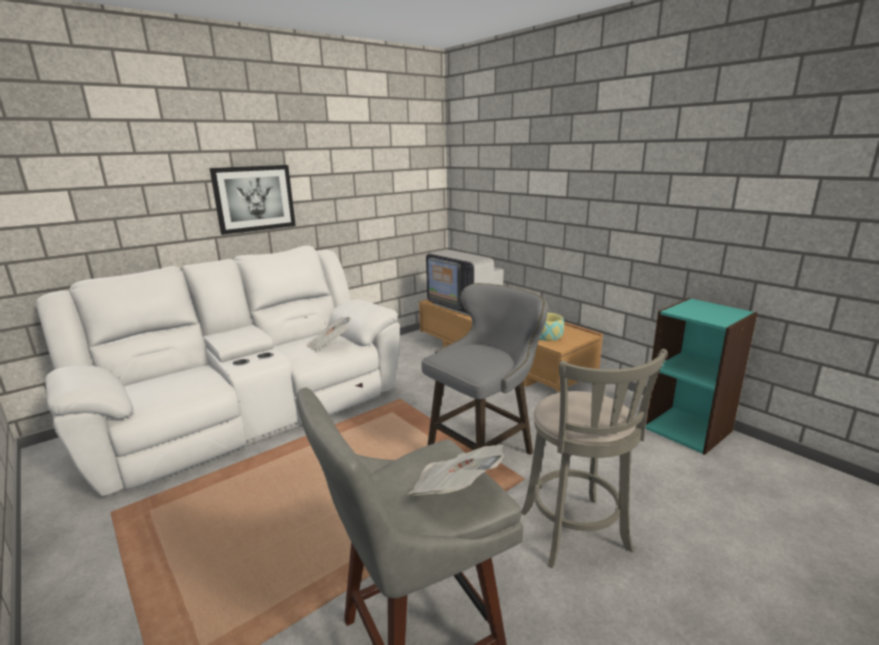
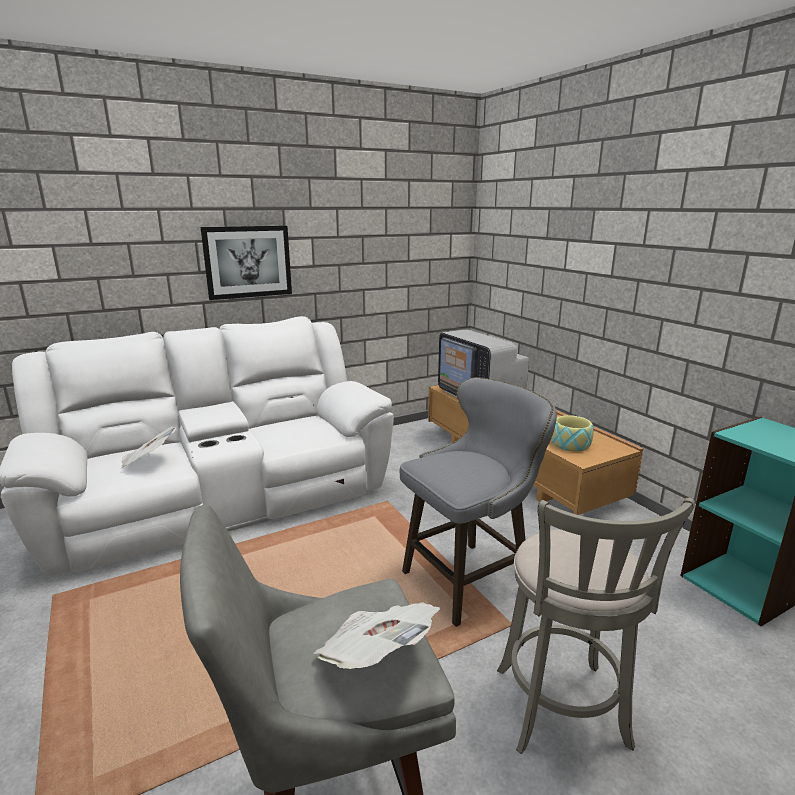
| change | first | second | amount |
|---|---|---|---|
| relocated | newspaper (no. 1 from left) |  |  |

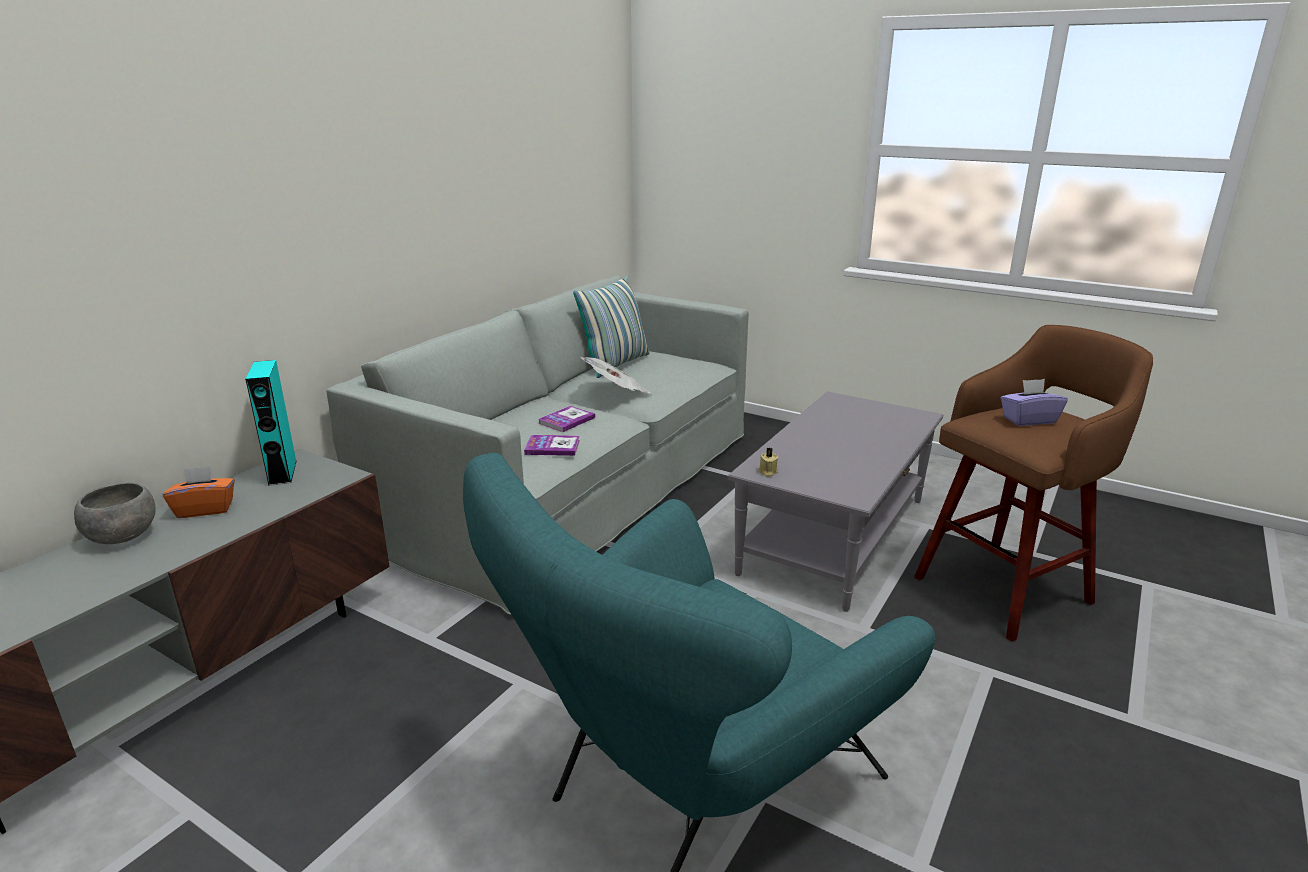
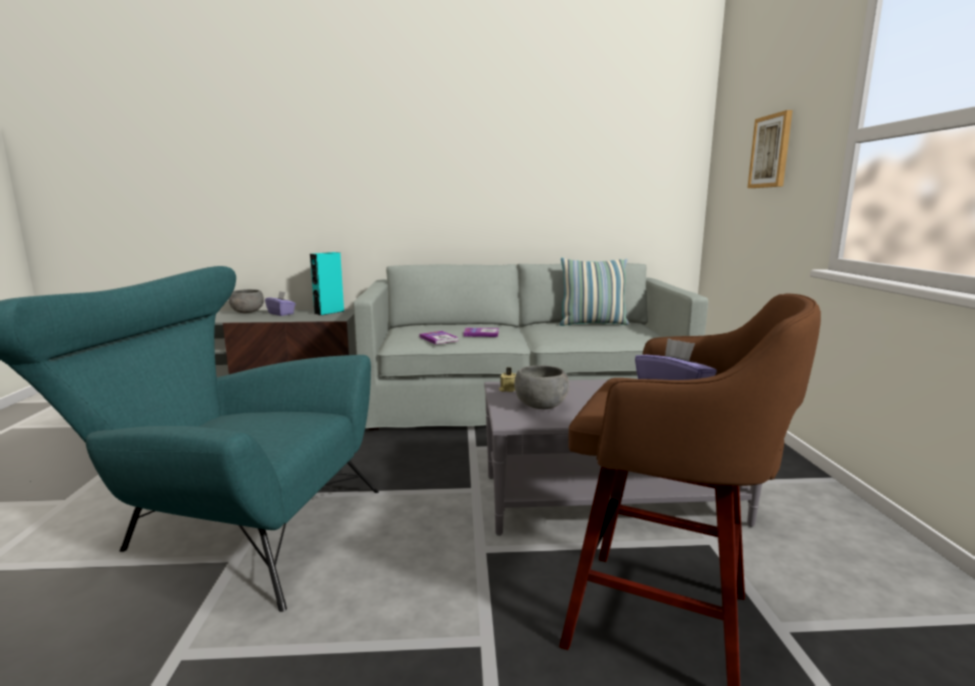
| change | first | second | amount |
|---|---|---|---|
| colour | tissue box/orange-coloured | tissue box/purple-coloured (no. 1 from left) |  |
| appeared |  | deep dish/gray (no. 2 from left) |  |
| appeared |  | wall picture |  |
| missing | newspaper |  |  |

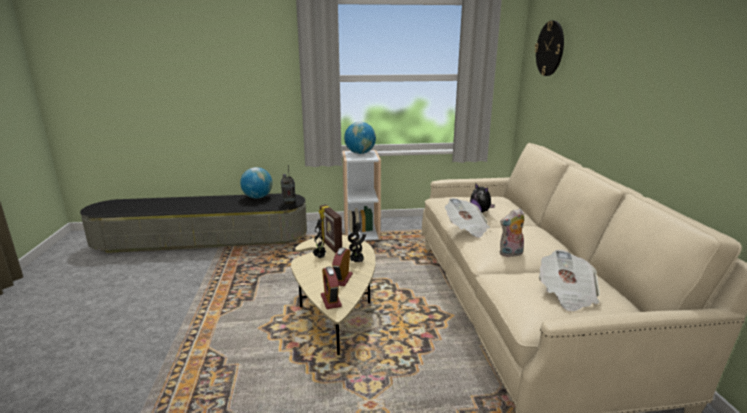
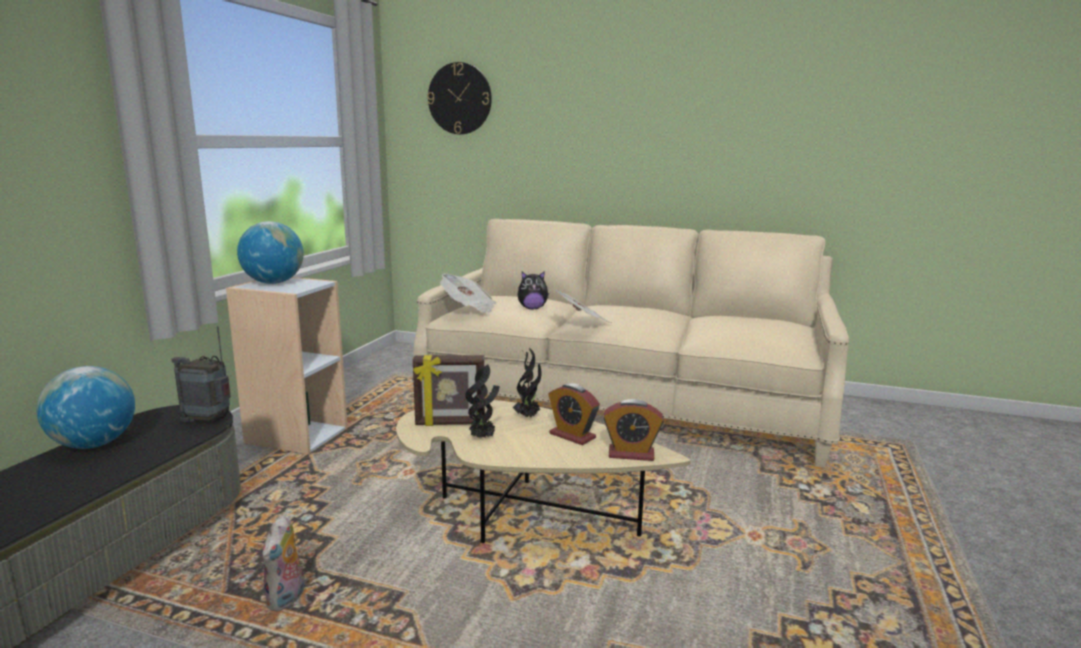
| change | first | second | amount |
|---|---|---|---|
| relocated | plush toy (no. 2 from left in the first image) | plush toy (no. 1 from left) |  |
| relocated | newspaper (no. 2 from left in the first image) | newspaper (no. 1 from left) |  |

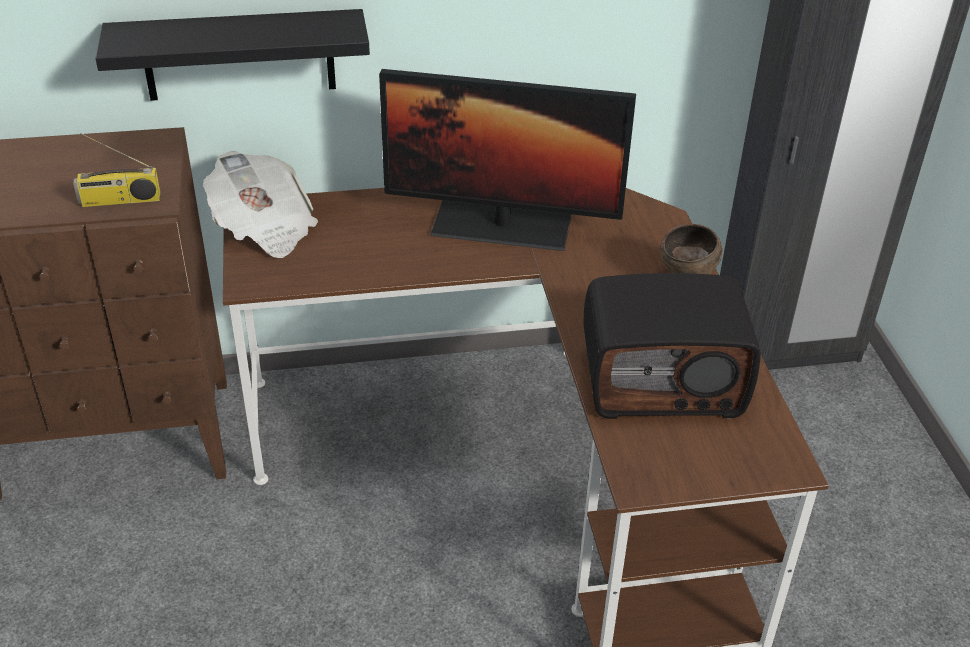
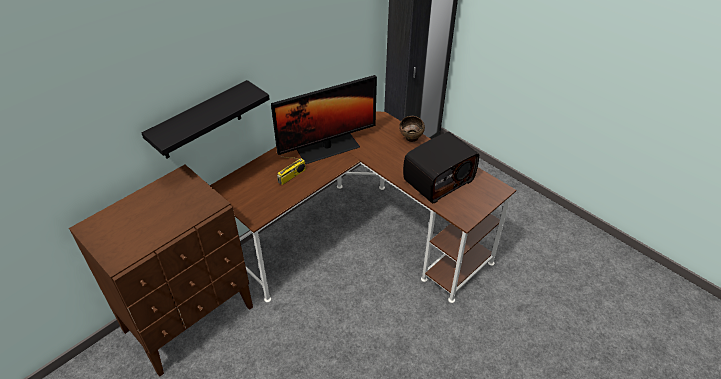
| change | first | second | amount |
|---|---|---|---|
| relocated | radio (no. 1 from left) |  |  |
| missing | newspaper |  |  |

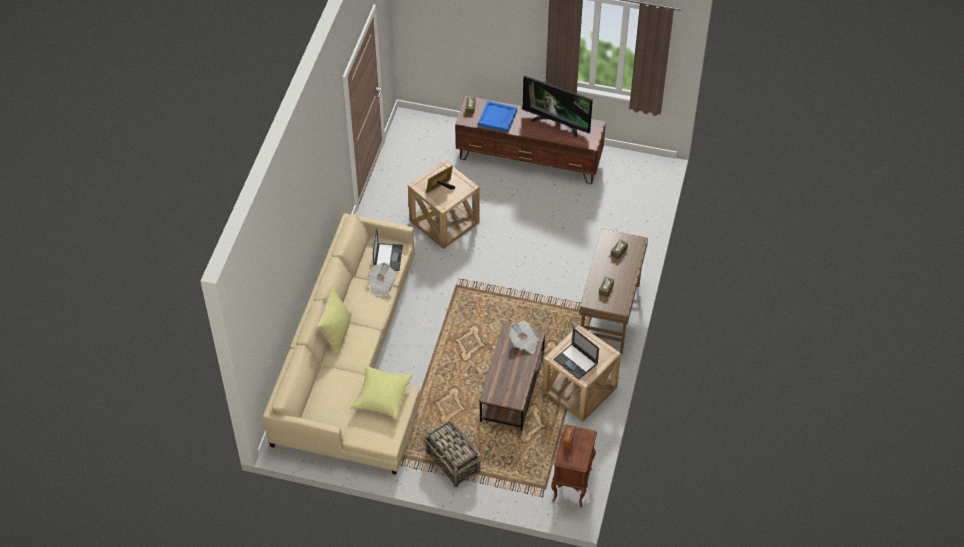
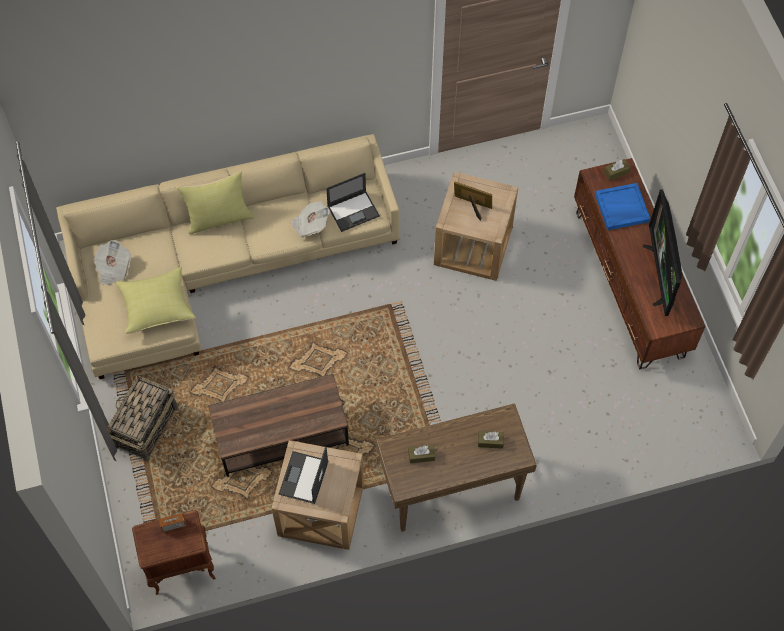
| change | first | second | amount |
|---|---|---|---|
| relocated | newspaper (no. 2 from left in the first image) | newspaper (no. 1 from left) |  |

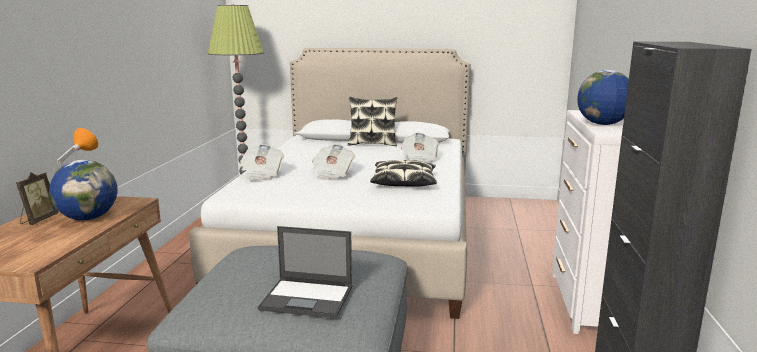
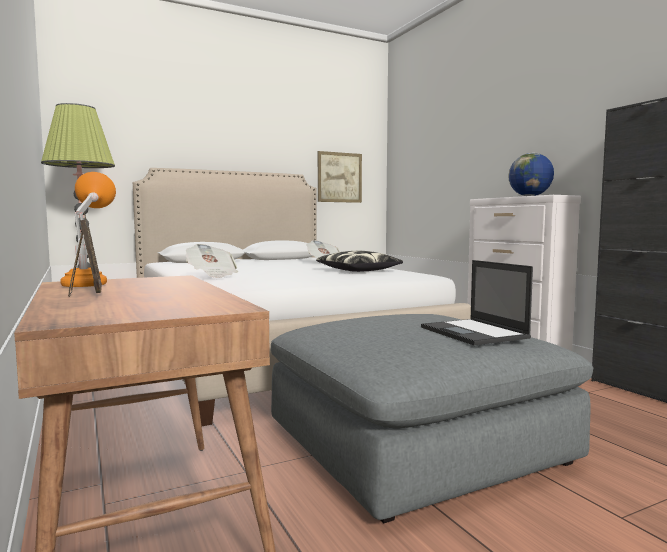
| change | first | second | amount |
|---|---|---|---|
| appeared |  | wall picture |  |
| spun | notebook computer |  | 90 degrees clockwise |
| missing | desk globe (no. 1 from left) |  |  |
| missing | newspaper (no. 2 from left) |  |  |
| missing | pillow (no. 1 from left) |  |  |

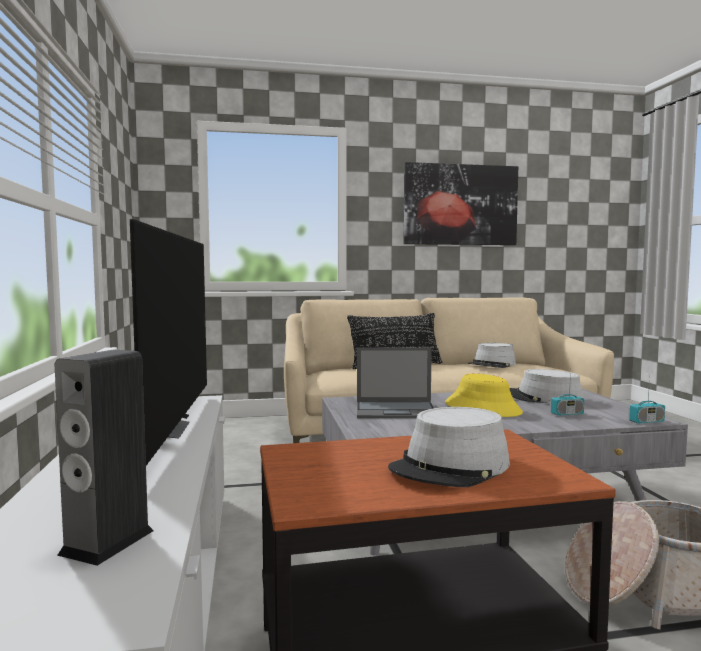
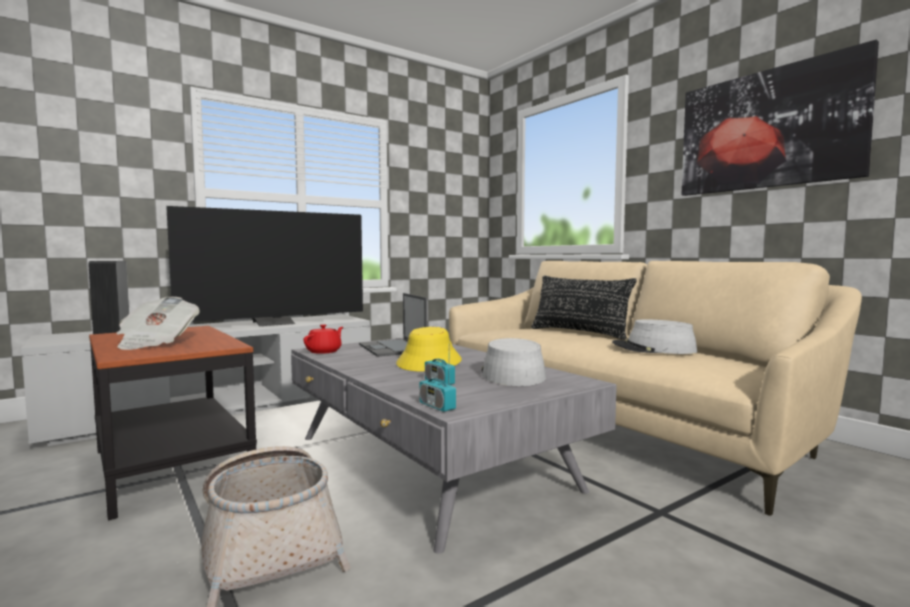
| change | first | second | amount |
|---|---|---|---|
| exchanged | clothing hat/gray (no. 1 from left) | newspaper |  |
| appeared |  | teapot/red-coloured |  |

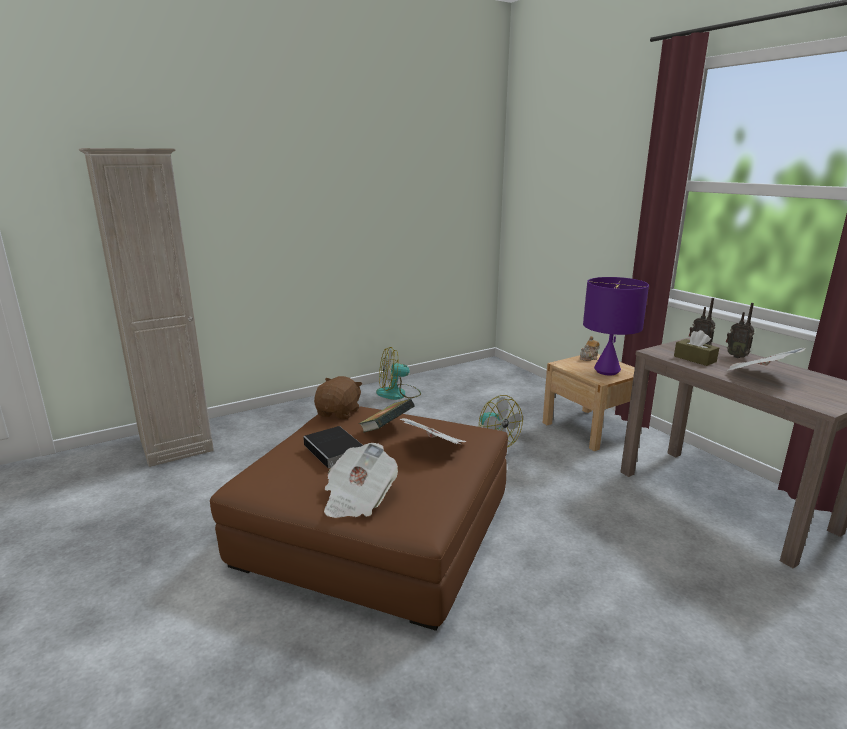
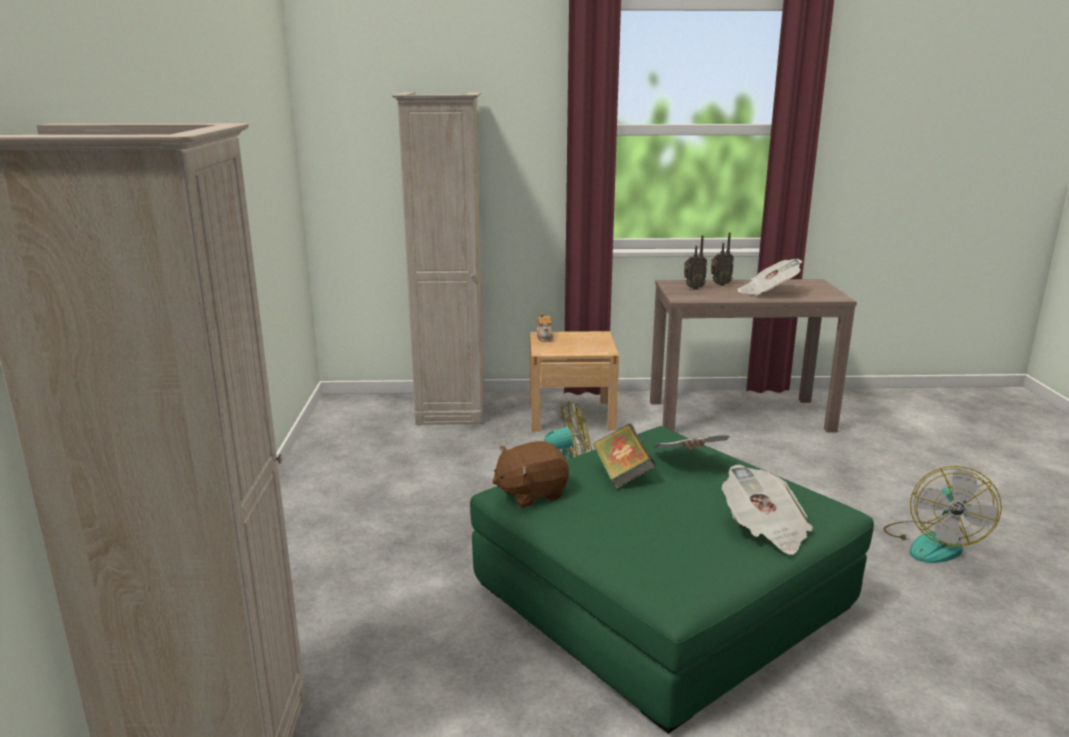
| change | first | second | amount |
|---|---|---|---|
| appeared |  | cabinet/sand-coloured (no. 2 from left) |  |
| colour | footrest/brown-coloured | footrest/green-coloured |  |
| spun | plush toy/brown-coloured |  | 75 degrees counterclockwise |
| relocated | fan (no. 1 from left in the first image) | fan (no. 2 from left) |  |
| missing | volume (no. 1 from left) |  |  |
| missing | lamp for a table/purple-coloured |  |  |
| missing | tissue box/brown-coloured |  |  |

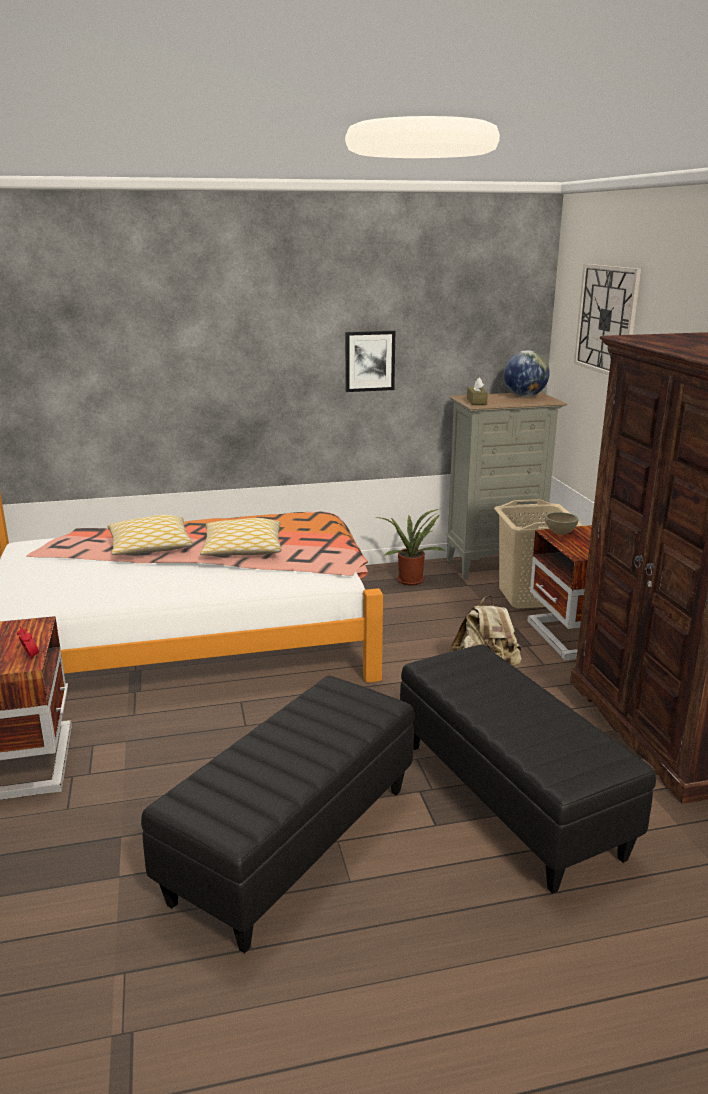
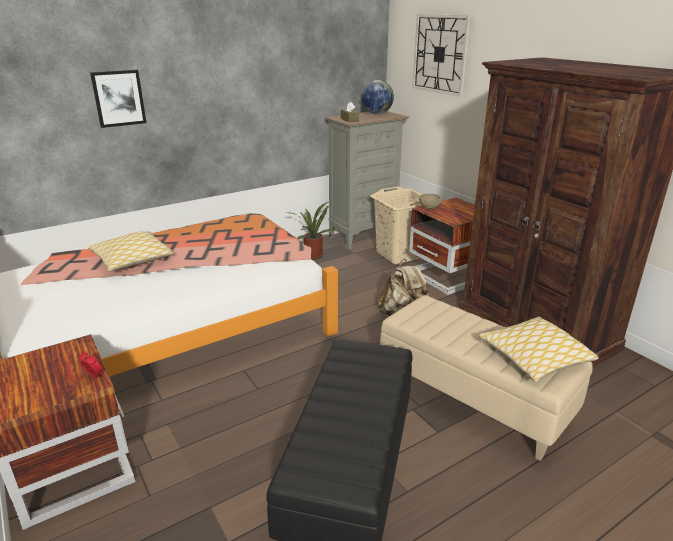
| change | first | second | amount |
|---|---|---|---|
| relocated | wall picture |  |  |
| colour | footrest/blackish (no. 2 from left) | footrest/sand-coloured |  |
| relocated | pillow (no. 2 from left) |  |  |

